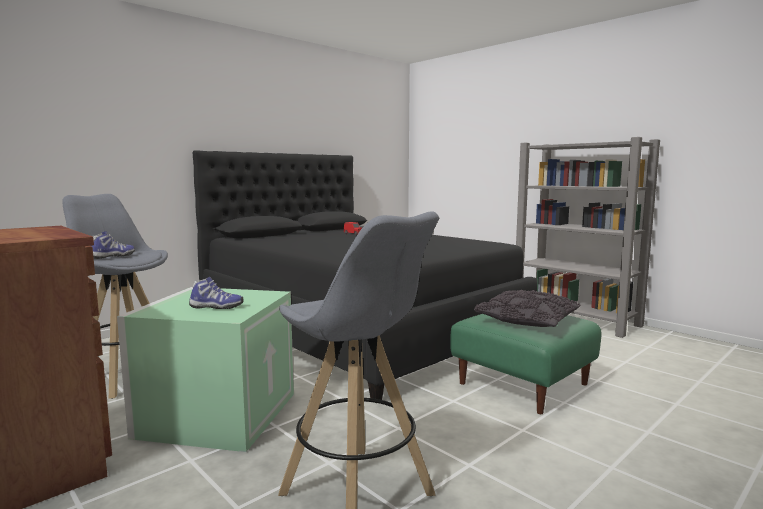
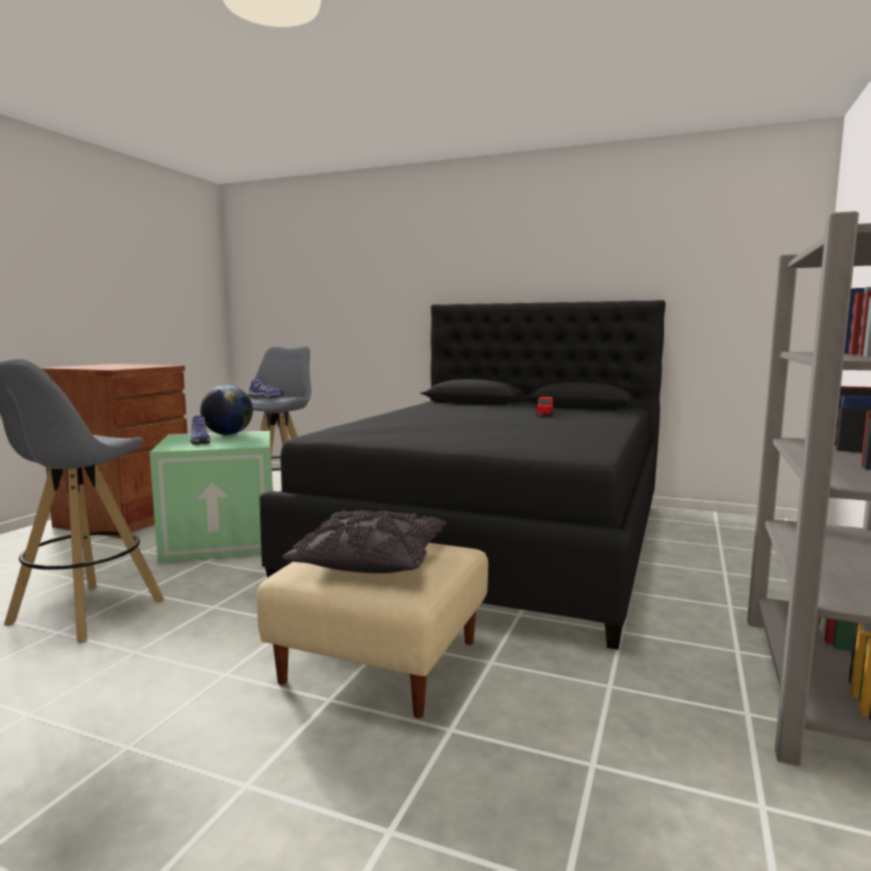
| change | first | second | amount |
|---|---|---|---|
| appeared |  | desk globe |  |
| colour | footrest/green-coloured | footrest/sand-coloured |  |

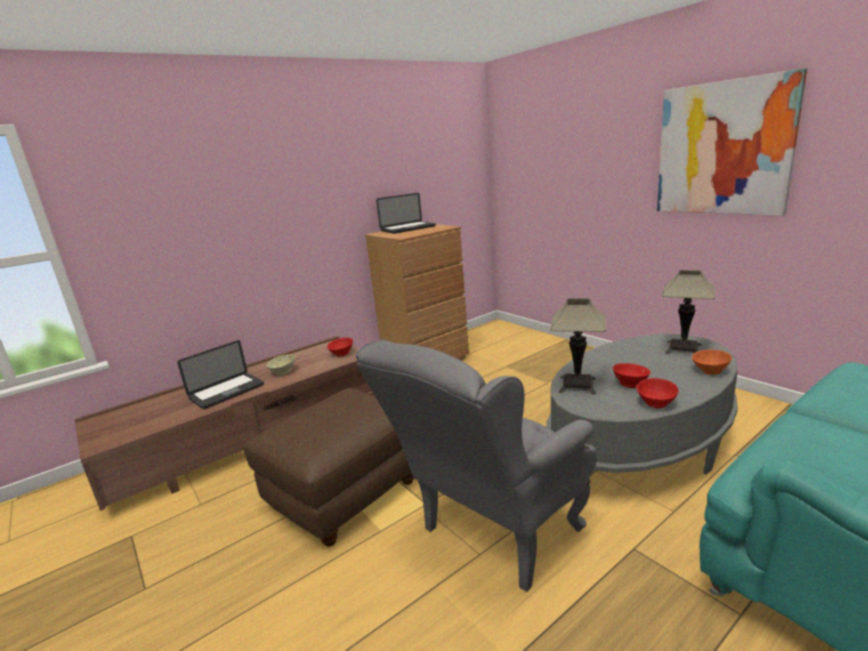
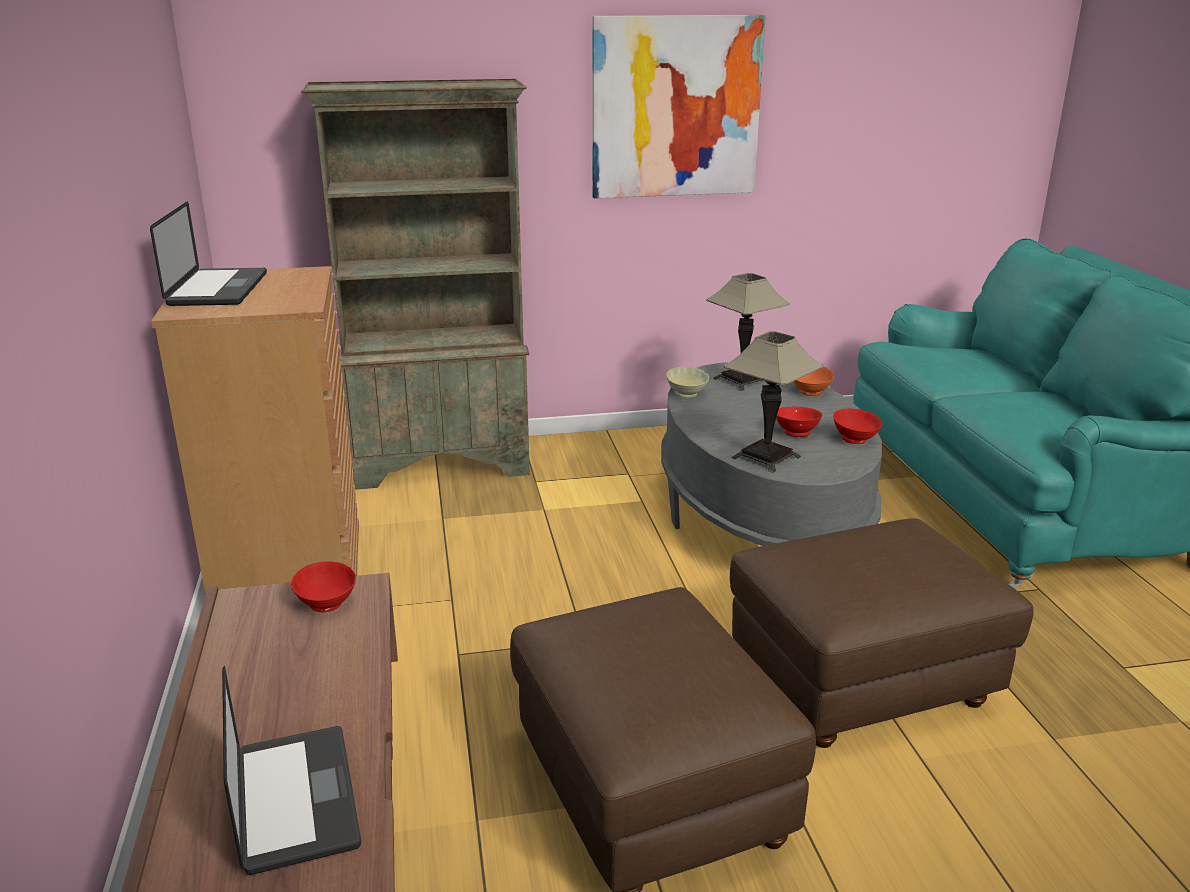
| change | first | second | amount |
|---|---|---|---|
| appeared |  | shelving unit/green-coloured |  |
| relocated | deep dish/sand-coloured |  |  |
| exchanged | easy chair/gray | footrest/brown-coloured (no. 2 from left) |  |

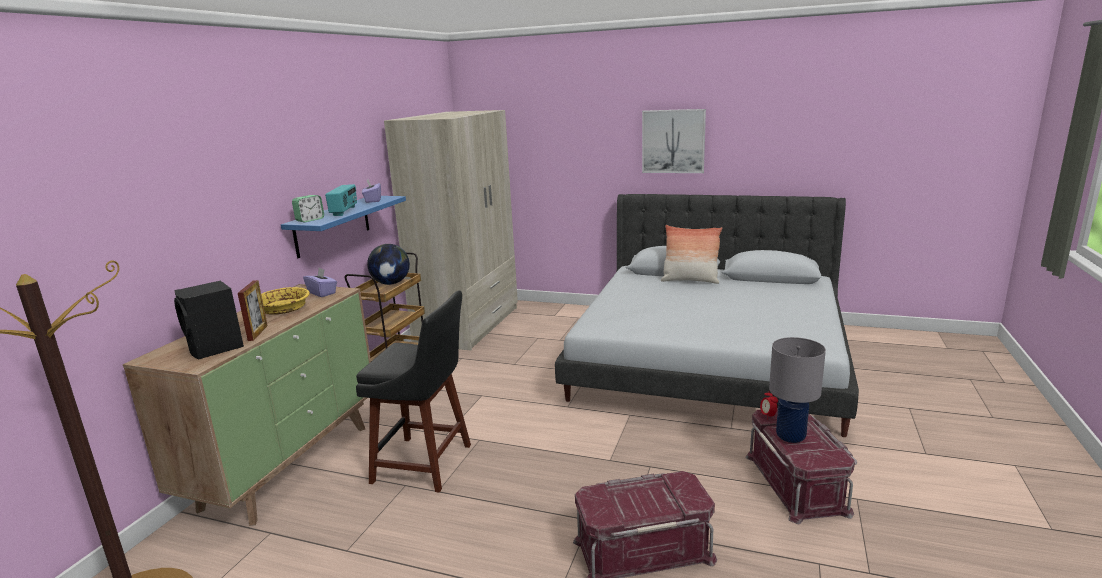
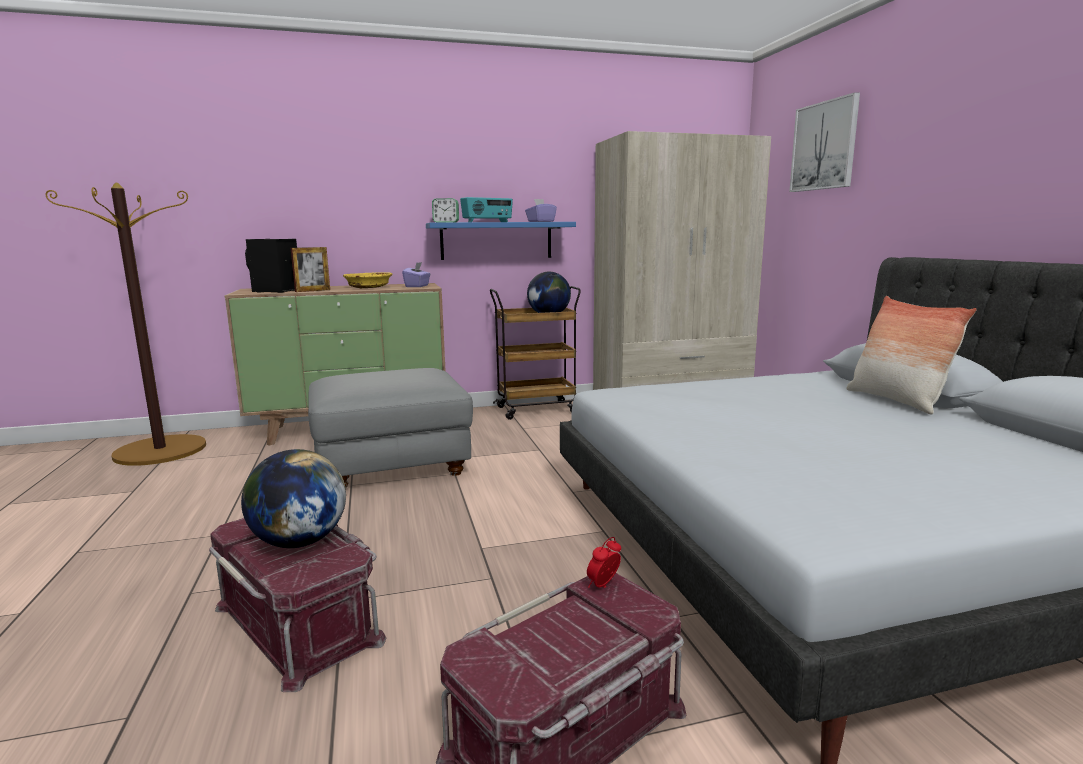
| change | first | second | amount |
|---|---|---|---|
| appeared |  | desk globe (no. 1 from left) |  |
| exchanged | plain chair/blackish | footrest/gray |  |
| relocated | wall picture |  |  |
| missing | lamp for a table/gray |  |  |

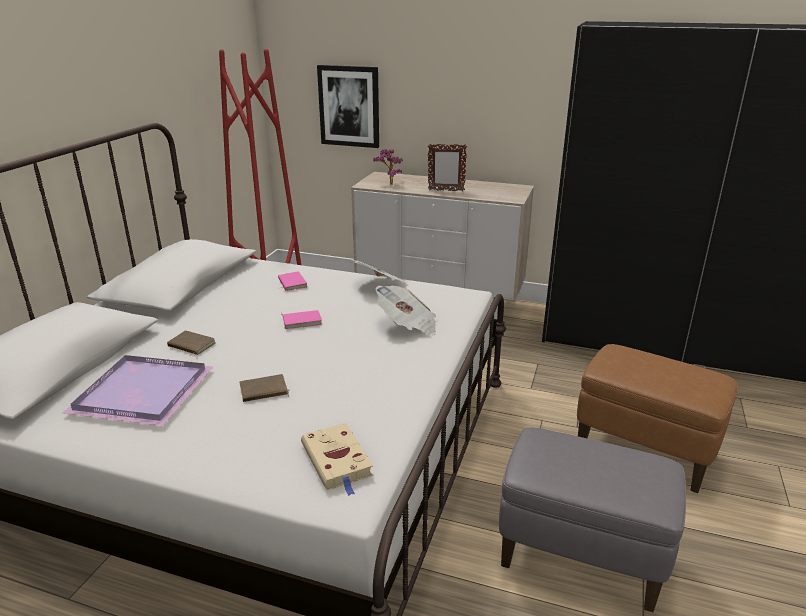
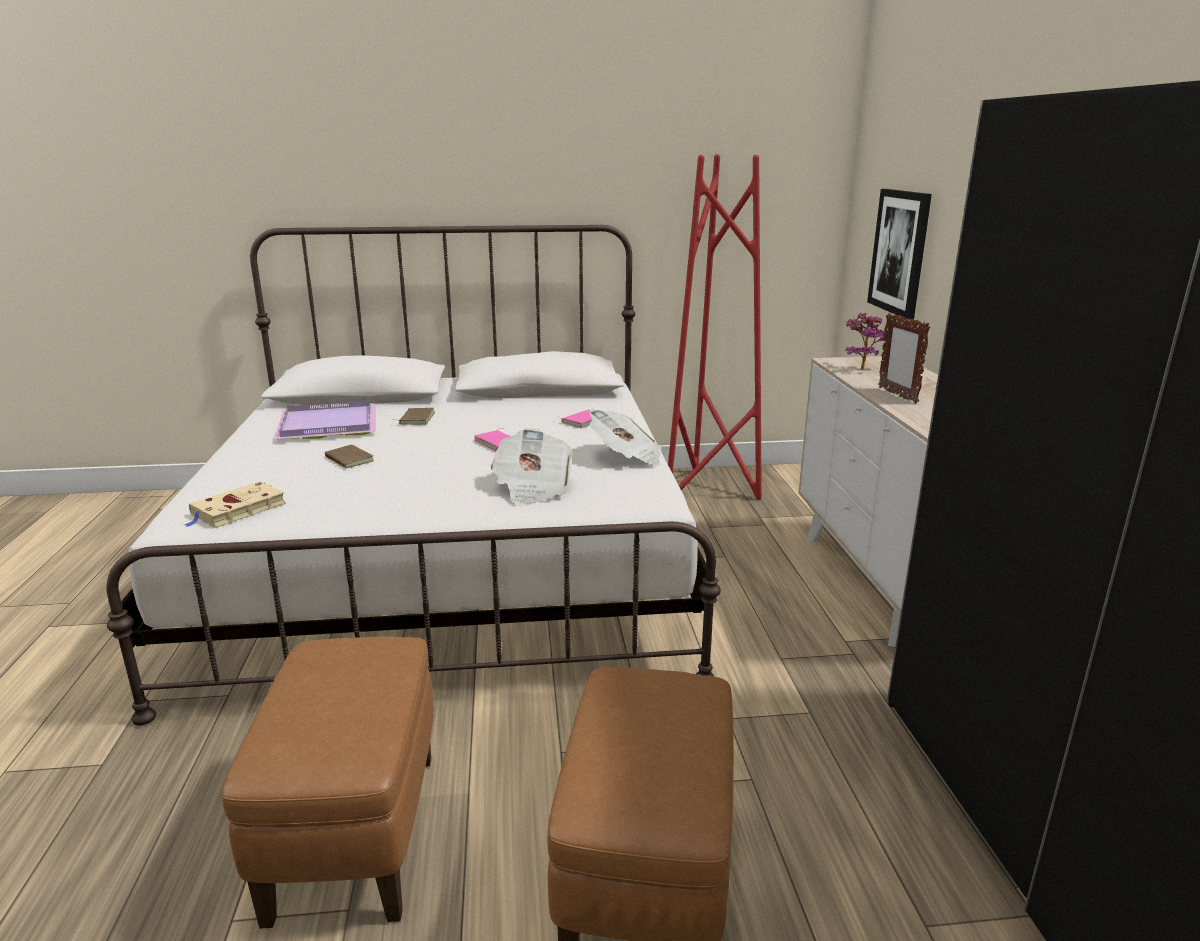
| change | first | second | amount |
|---|---|---|---|
| colour | footrest/gray | footrest/brown-coloured (no. 1 from left) |  |

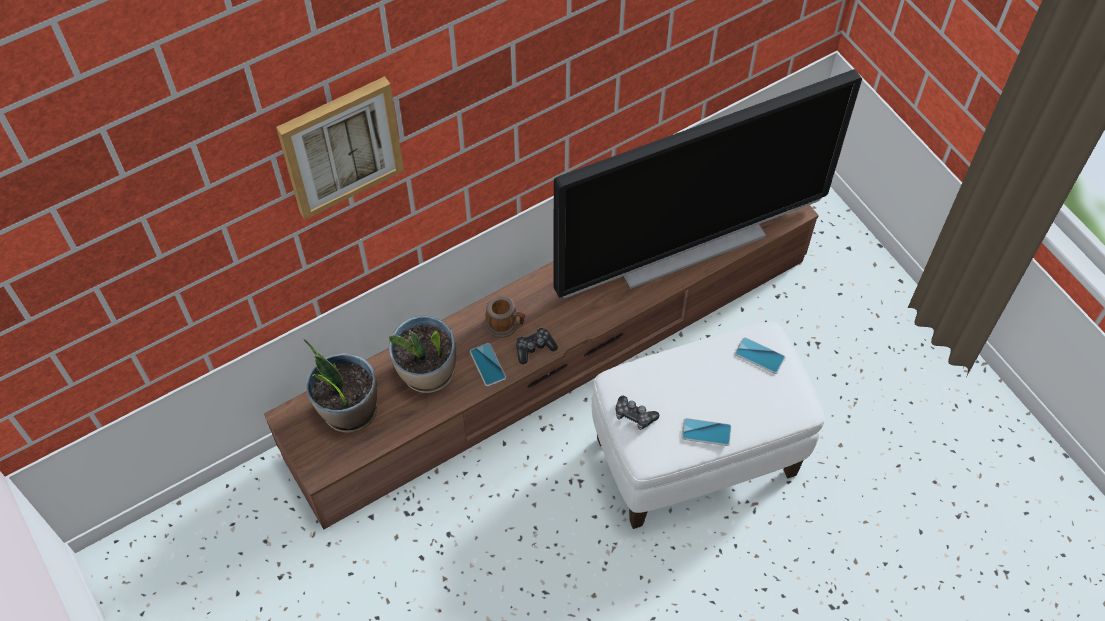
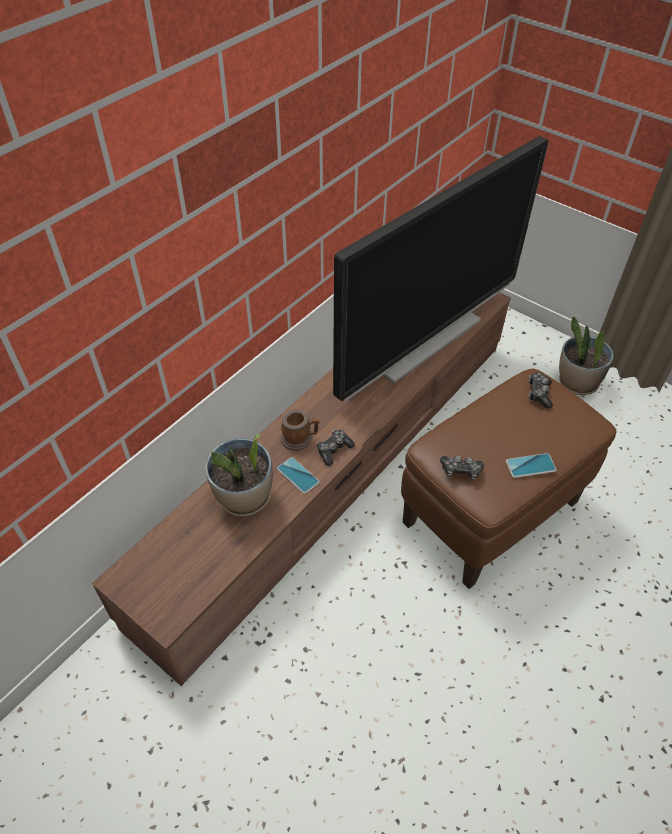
| change | first | second | amount |
|---|---|---|---|
| colour | footrest/white | footrest/brown-coloured |  |
| exchanged | handset (no. 3 from left) | game controller (no. 3 from left) |  |
| relocated | houseplant (no. 1 from left in the first image) | houseplant (no. 2 from left) |  |
| missing | wall picture |  |  |

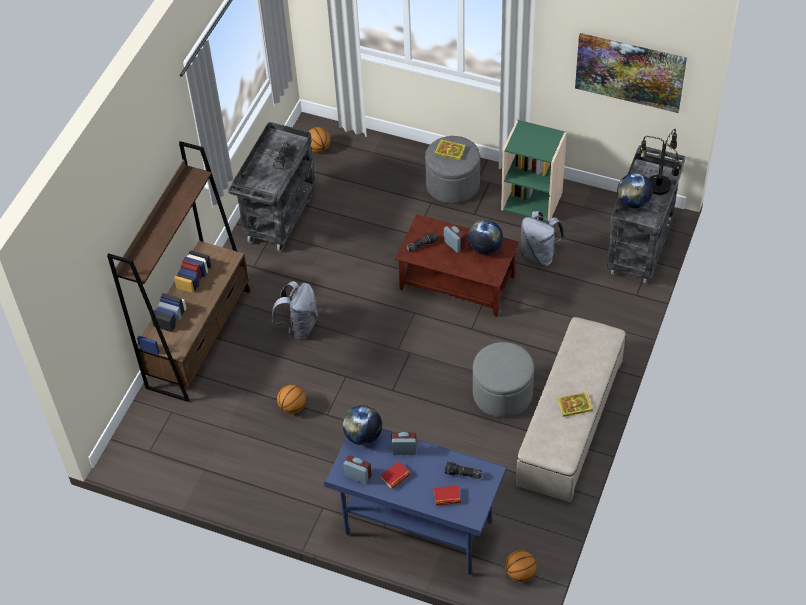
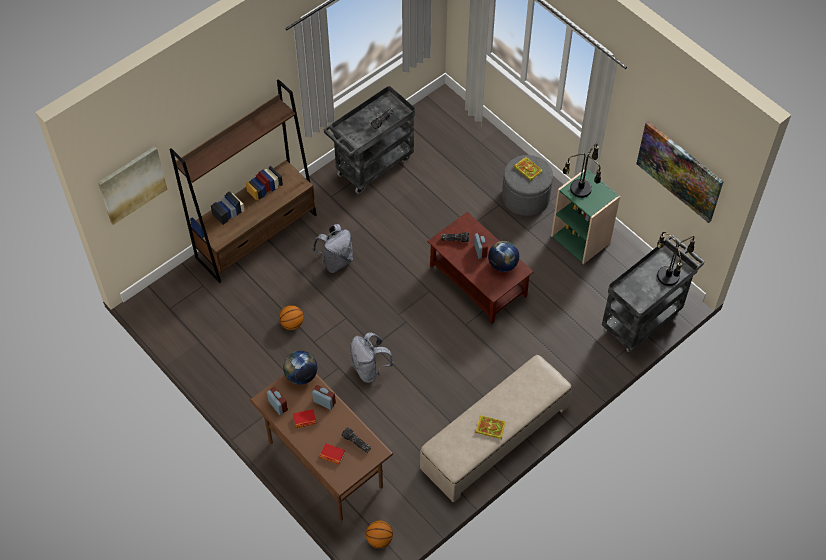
| change | first | second | amount |
|---|---|---|---|
| appeared |  | wall picture (no. 1 from left) |  |
| colour | desk/blue-coloured | desk/brown-coloured |  |
| relocated | rucksack/gray (no. 2 from left) |  |  |
| appeared |  | lamp for a table (no. 1 from left) |  |
| missing | basketball ball (no. 2 from left) |  |  |
| missing | footrest/gray (no. 2 from left) |  |  |
| missing | desk globe (no. 3 from left) |  |  |

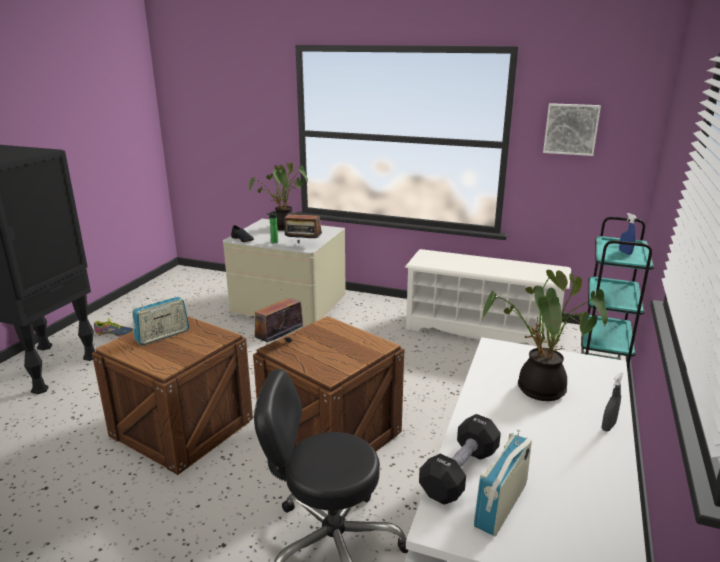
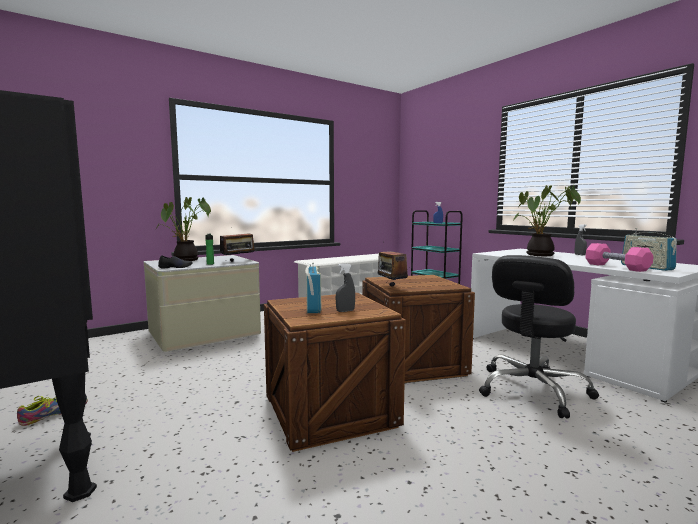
| change | first | second | amount |
|---|---|---|---|
| appeared |  | spray bottle/gray (no. 1 from left) |  |
| colour | dumbbell/blackish | dumbbell/pinkish |  |
| missing | wall picture |  |  |

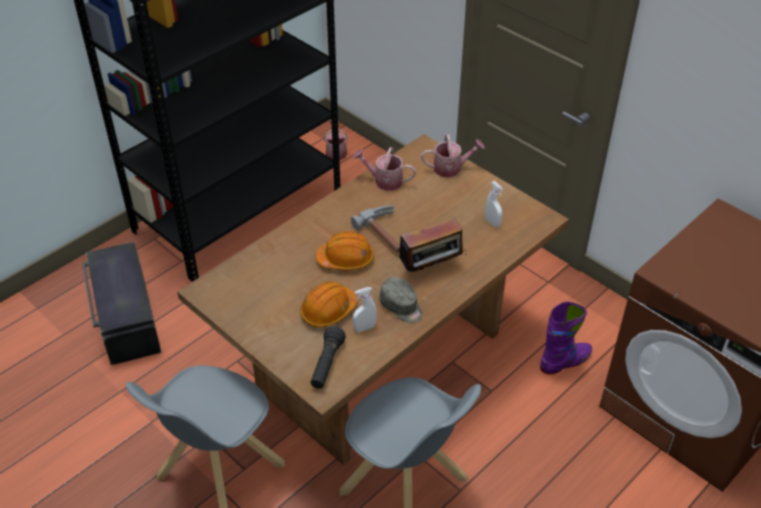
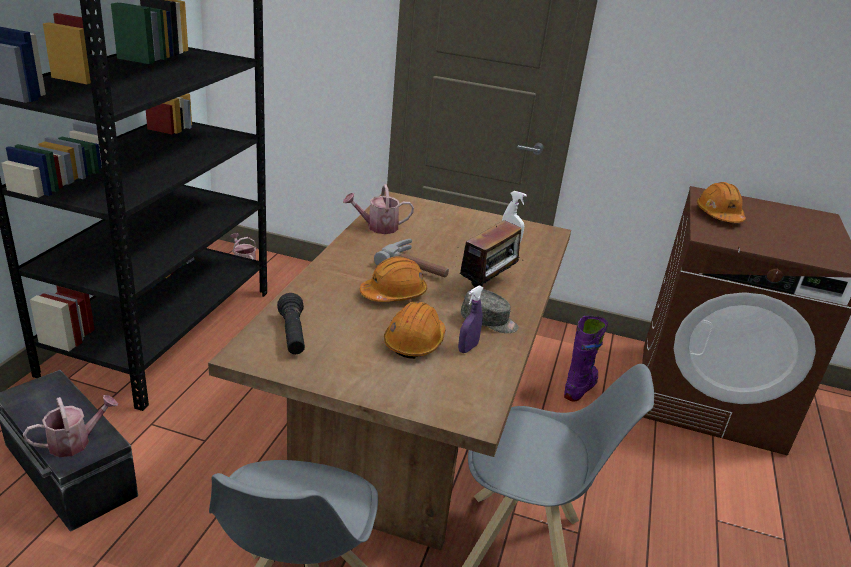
| change | first | second | amount |
|---|---|---|---|
| relocated | watering can (no. 3 from left in the first image) | watering can (no. 1 from left) |  |
| relocated | torch/blackish |  |  |
| colour | spray bottle/white (no. 1 from left) | spray bottle/purple-coloured |  |
| appeared |  | work helmet/orange-coloured (no. 3 from left) |  |

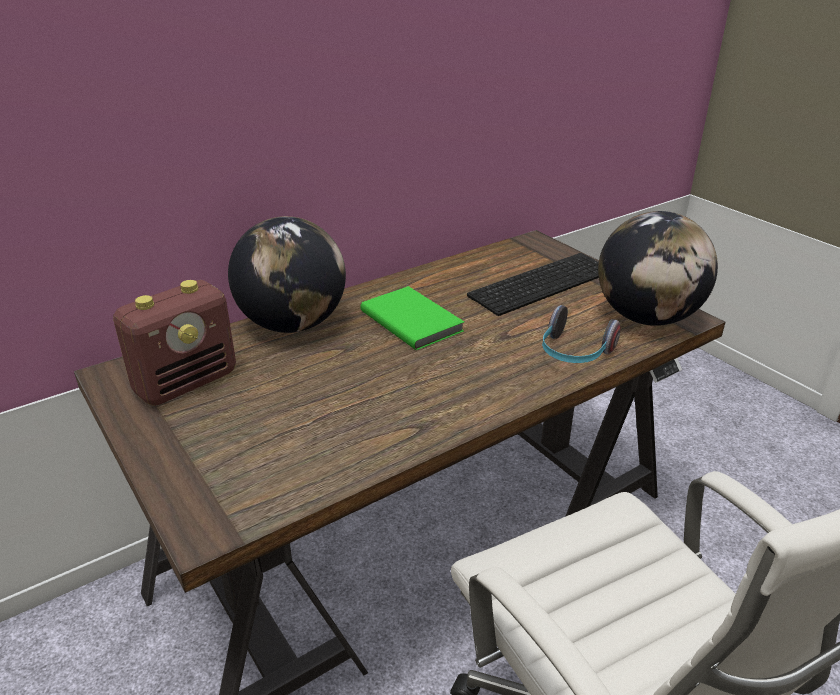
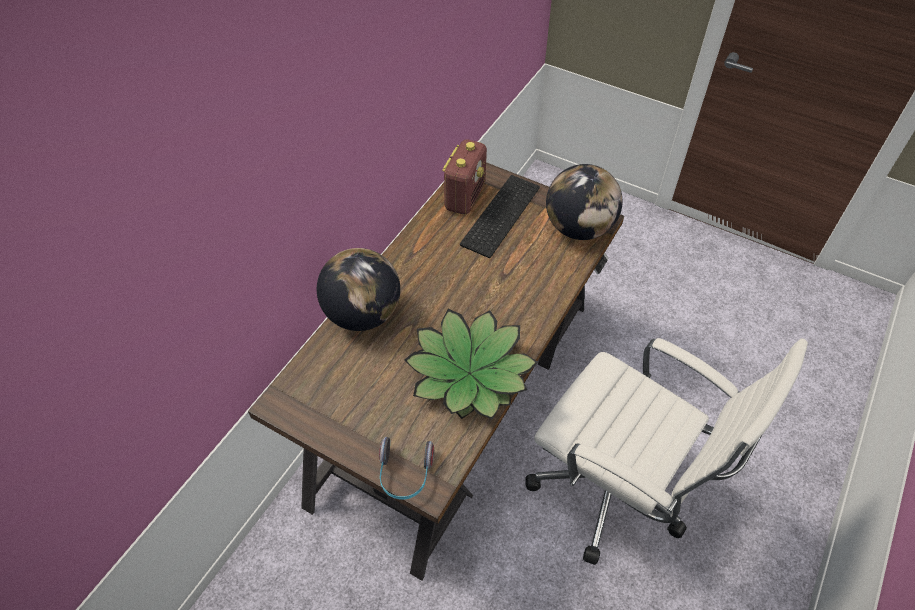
| change | first | second | amount |
|---|---|---|---|
| relocated | pair of headphones |  |  |
| appeared |  | houseplant |  |
| relocated | radio |  |  |
| missing | volume/green-coloured |  |  |

